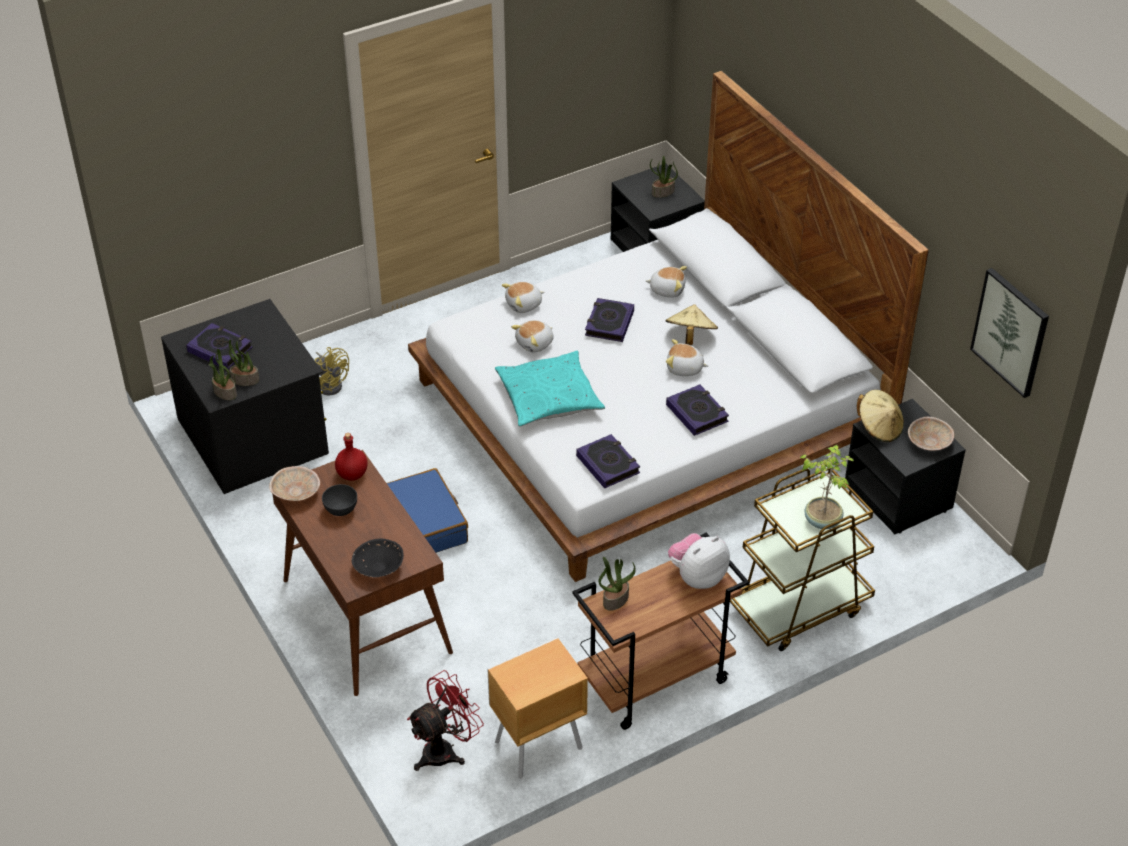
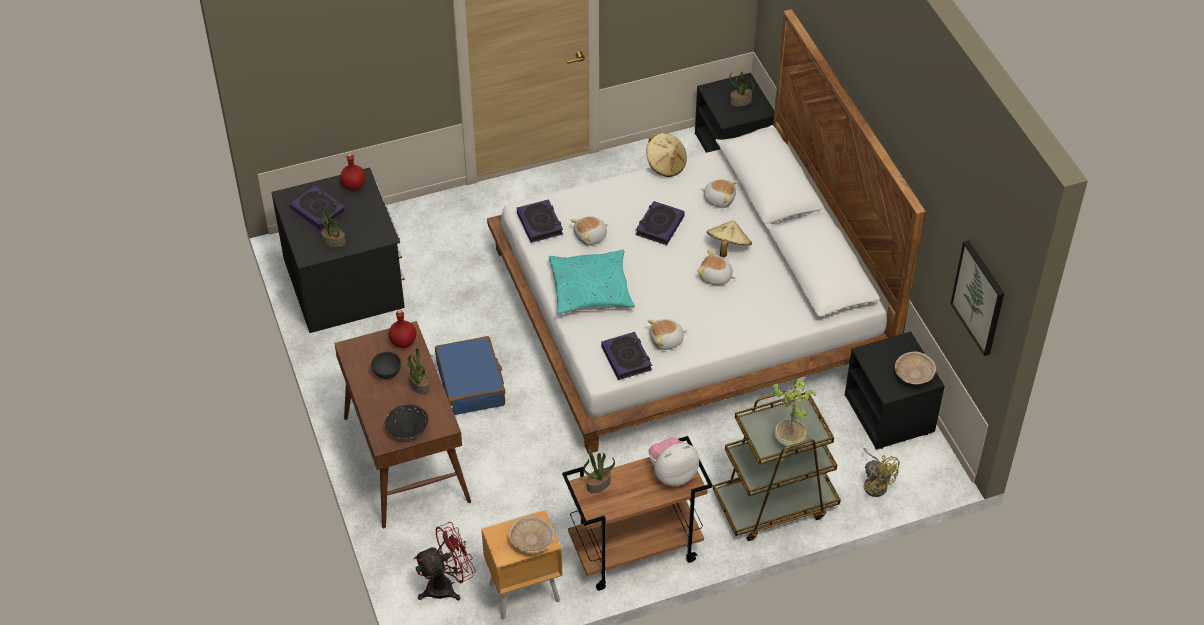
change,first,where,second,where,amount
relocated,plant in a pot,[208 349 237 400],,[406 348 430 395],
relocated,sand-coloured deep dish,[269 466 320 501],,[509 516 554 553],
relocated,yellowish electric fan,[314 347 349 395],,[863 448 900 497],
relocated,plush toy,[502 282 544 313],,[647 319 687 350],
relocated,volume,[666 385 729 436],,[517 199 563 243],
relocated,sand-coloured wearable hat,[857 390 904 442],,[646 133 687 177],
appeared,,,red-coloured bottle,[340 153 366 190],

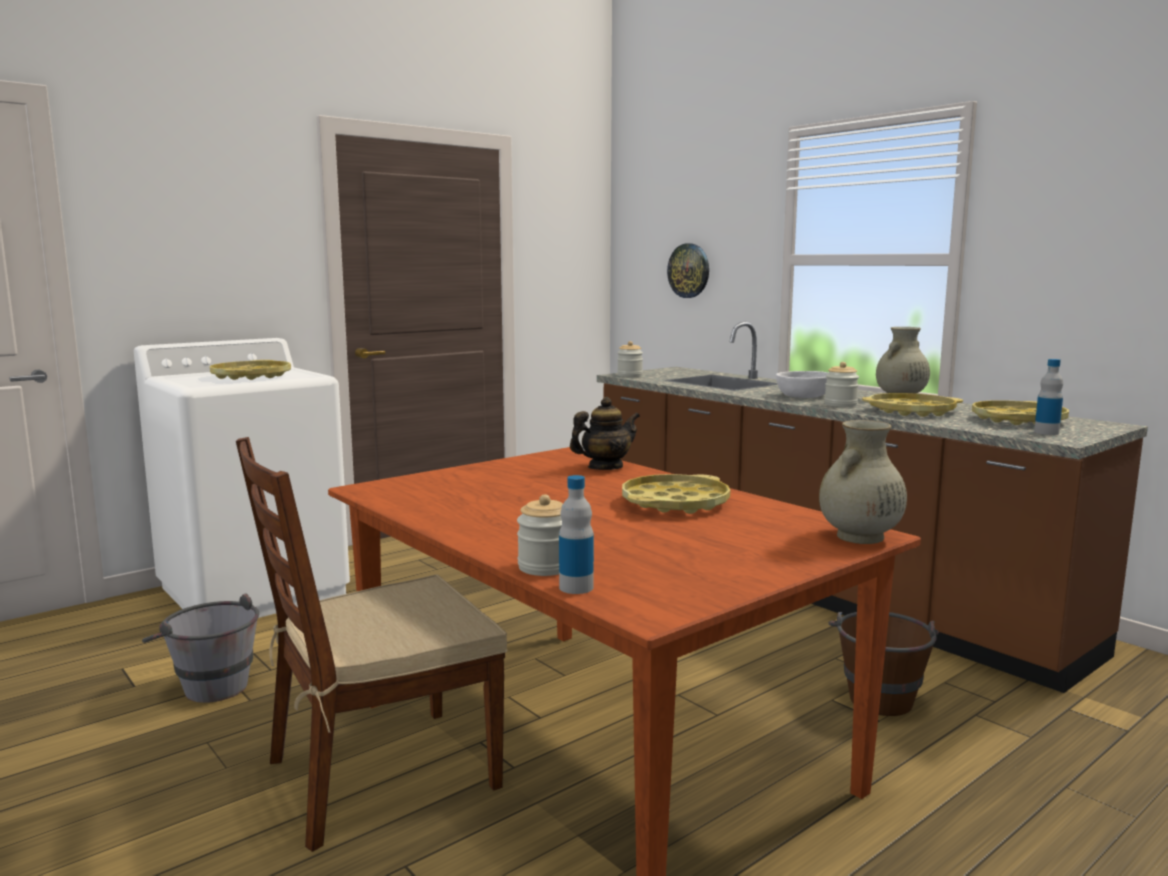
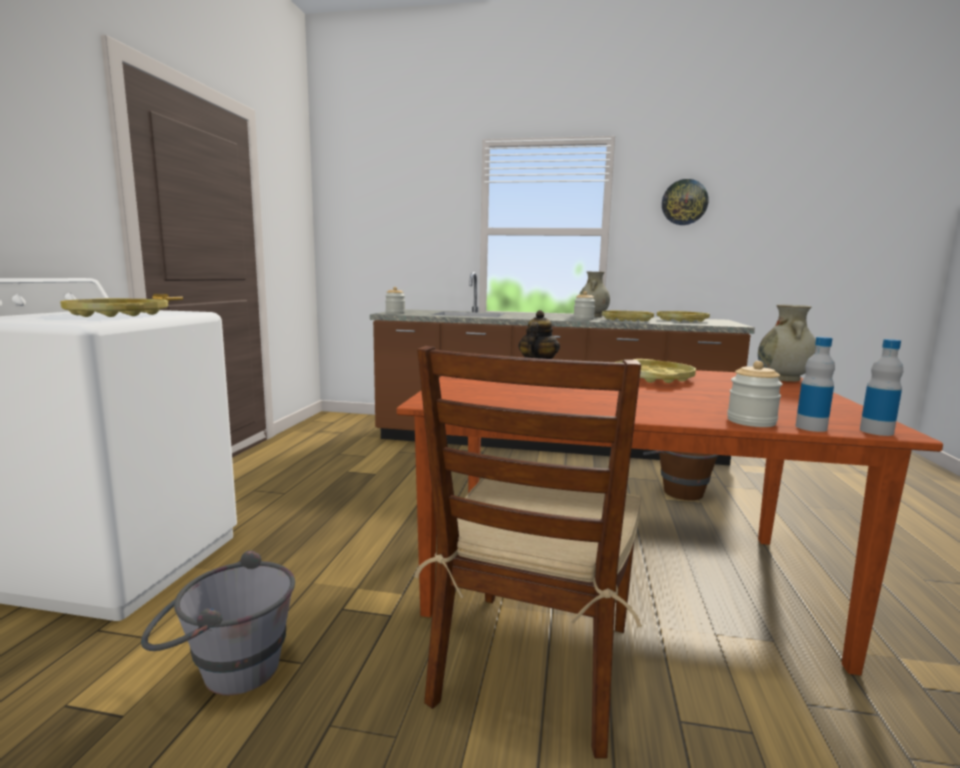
change,first,where,second,where,amount
relocated,hanging clock,[667 243 709 298],,[662 179 708 225],
missing,white-coloured deep dish,[776 371 828 398],,,
relocated,bottle,[1034 359 1063 435],,[860 339 903 436],

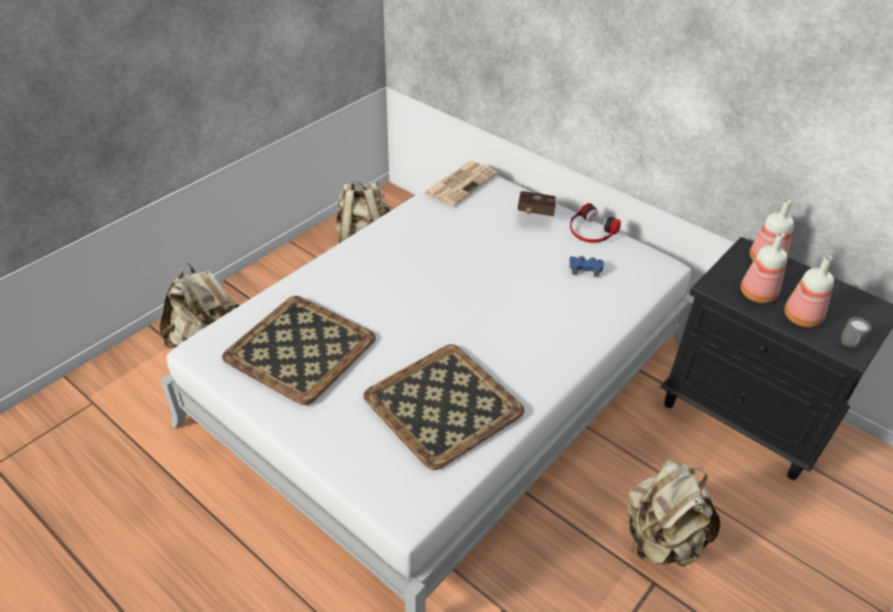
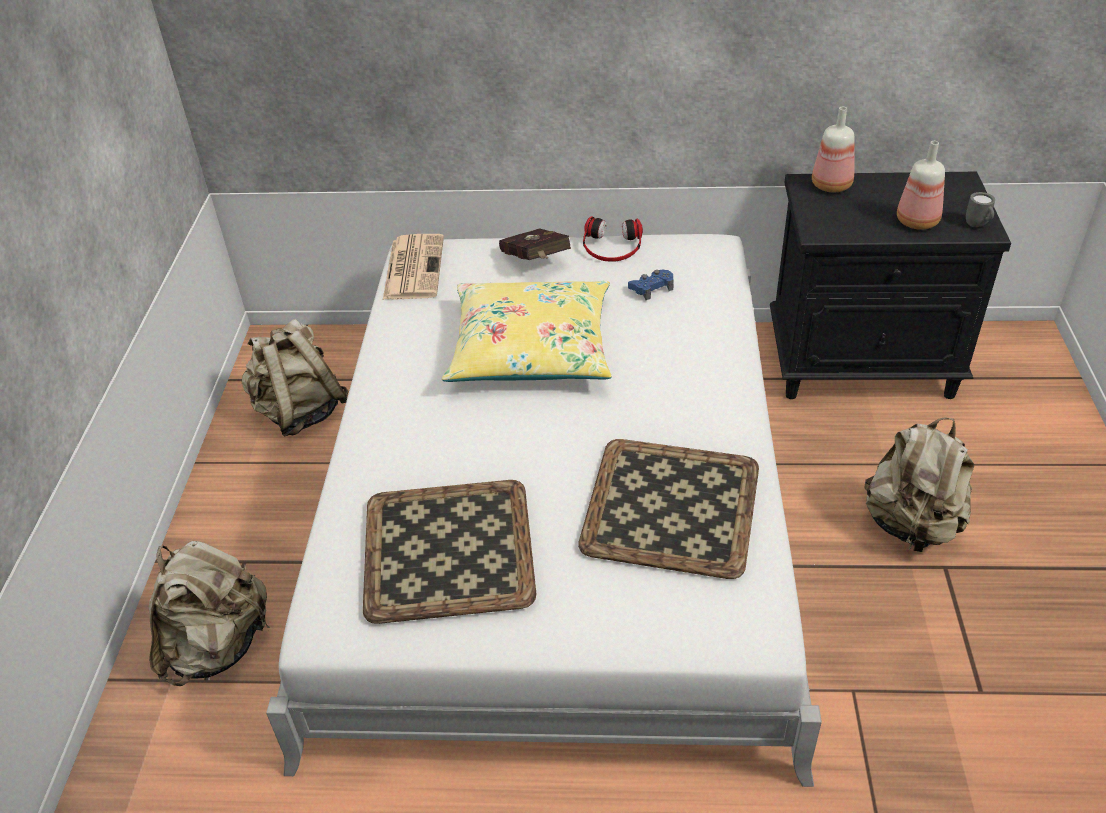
change,first,where,second,where,amount
missing,bottle,[741 232 787 303],,,
appeared,,,yellowish pillow,[442 281 612 382],

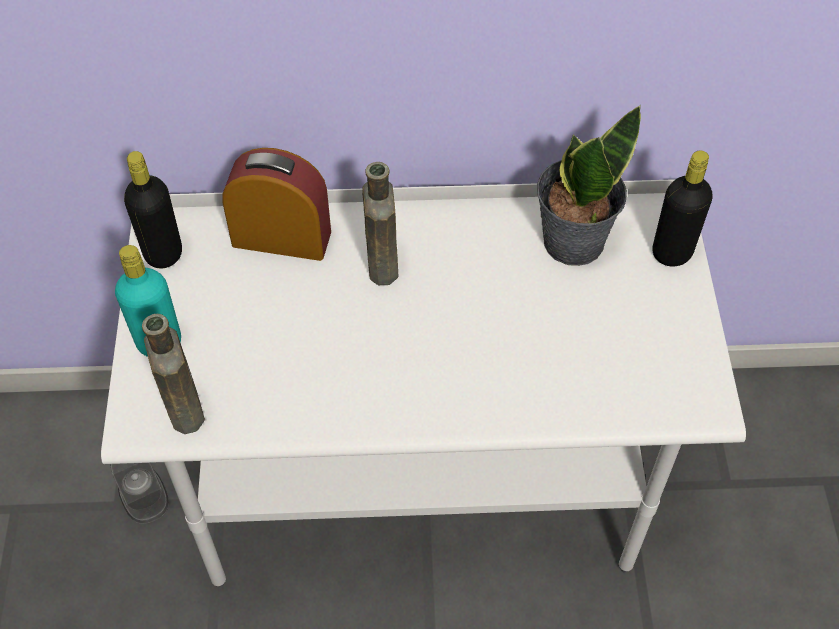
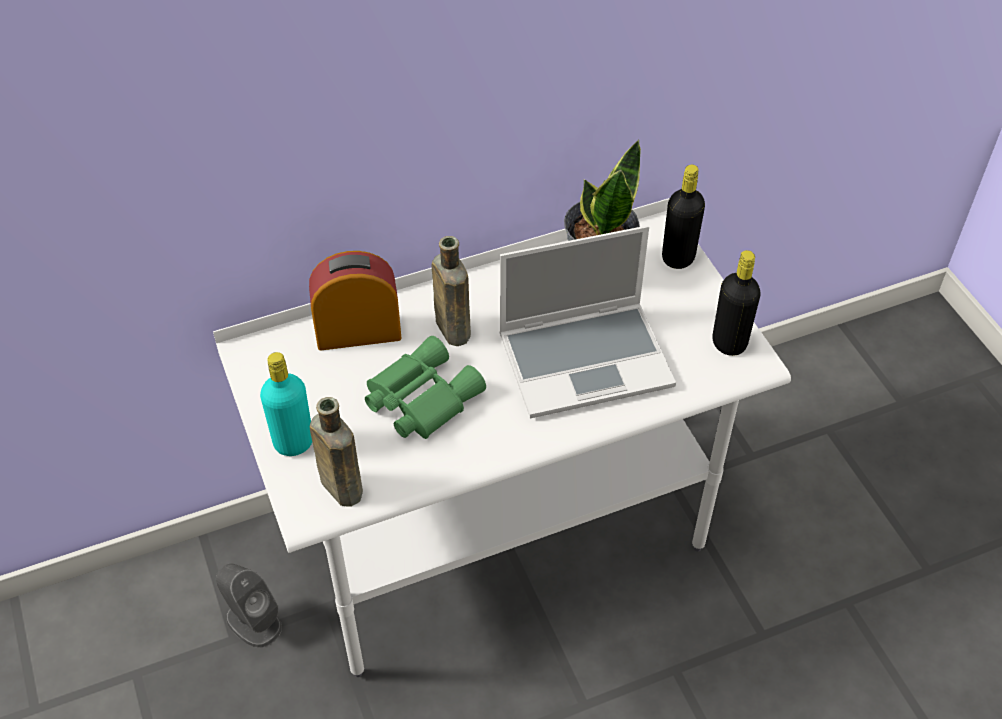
change,first,where,second,where,amount
relocated,black-coloured bottle,[124 151 182 269],,[713 250 761 356],
appeared,,,green-coloured field glasses,[365 336 486 439],
appeared,,,portable computer,[499 225 676 418],

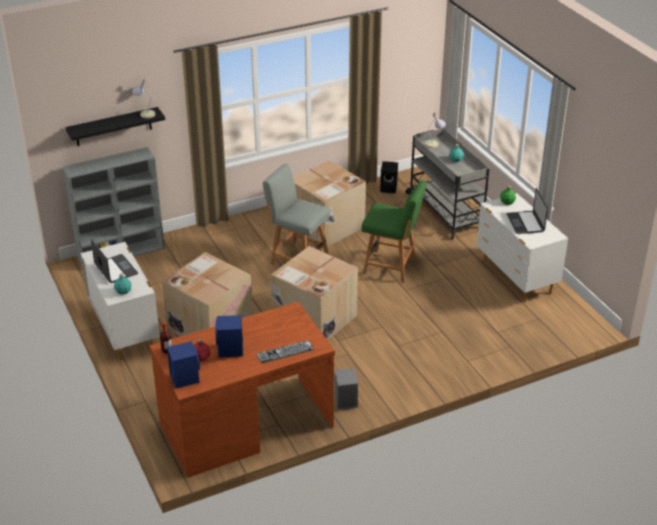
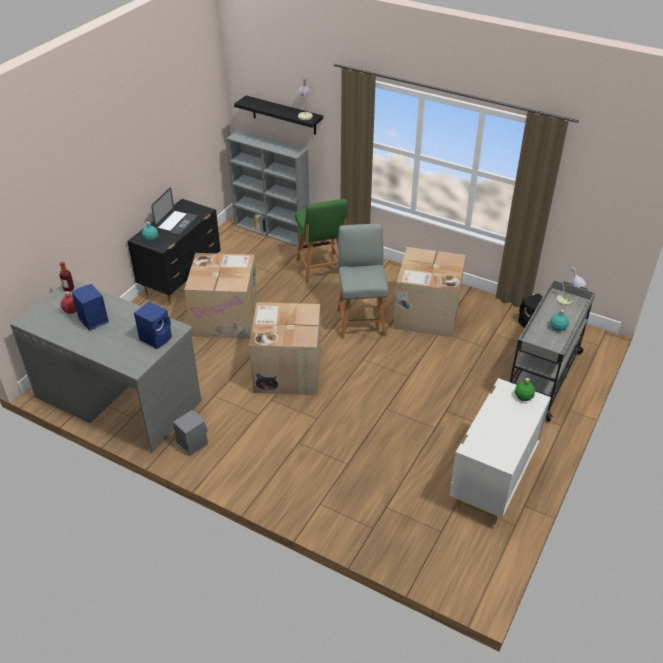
change,first,where,second,where,amount
colour,white-coloured dresser,[81 242 160 360],black-coloured dresser,[127 199 221 305],
colour,brown-coloured desk,[149 301 335 477],grey desk,[10 279 201 453],
relocated,bluish speaker,[167 341 200 388],,[134 301 172 349],
missing,PC keyboard,[257 340 314 363],,,
relocated,green-coloured upright chair,[361 180 427 283],,[295 199 348 283],
missing,portable computer,[507 188 548 234],,,

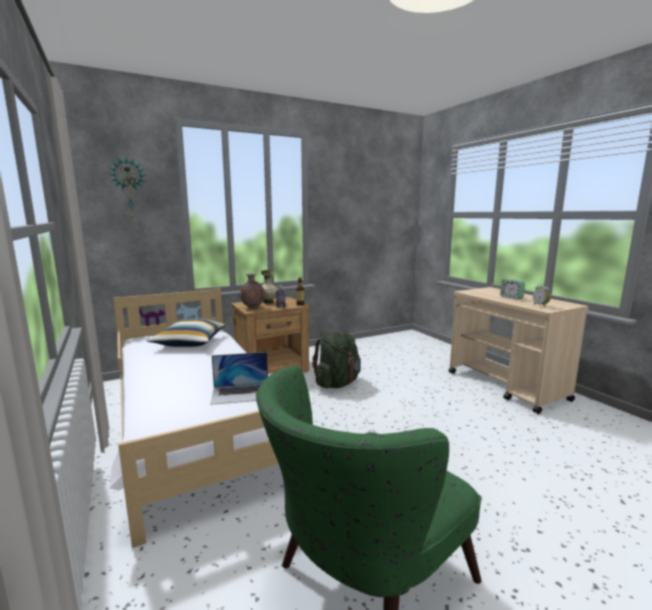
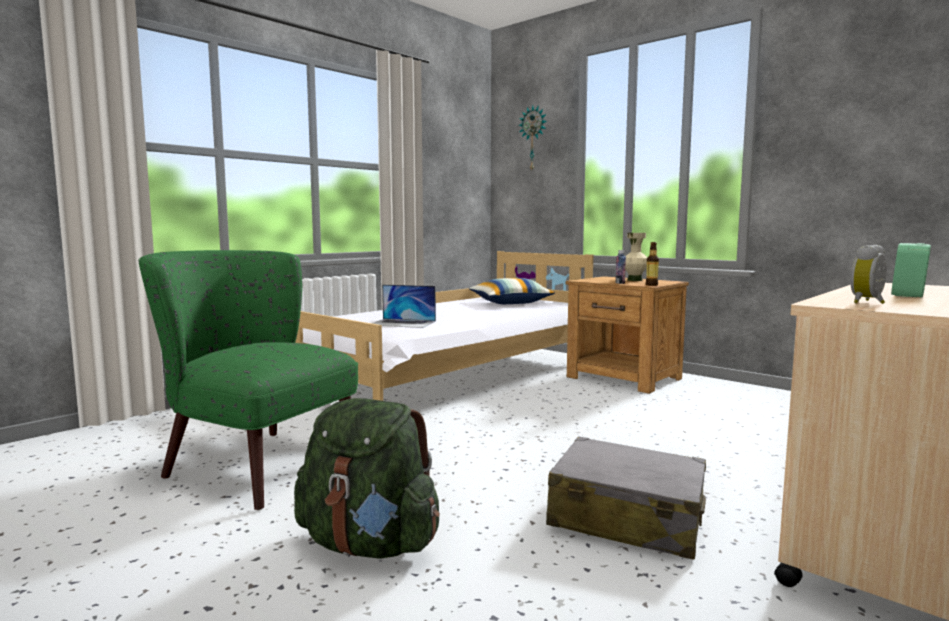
change,first,where,second,where,amount
spun,portable computer,[210 352 268 405],,[372 285 436 328],45 degrees counterclockwise
missing,brown-coloured vase,[238 274 267 309],,,
relocated,green-coloured knapsack,[312 332 361 388],,[294 398 440 559],
appeared,,,grey suitcase,[546 436 706 560],

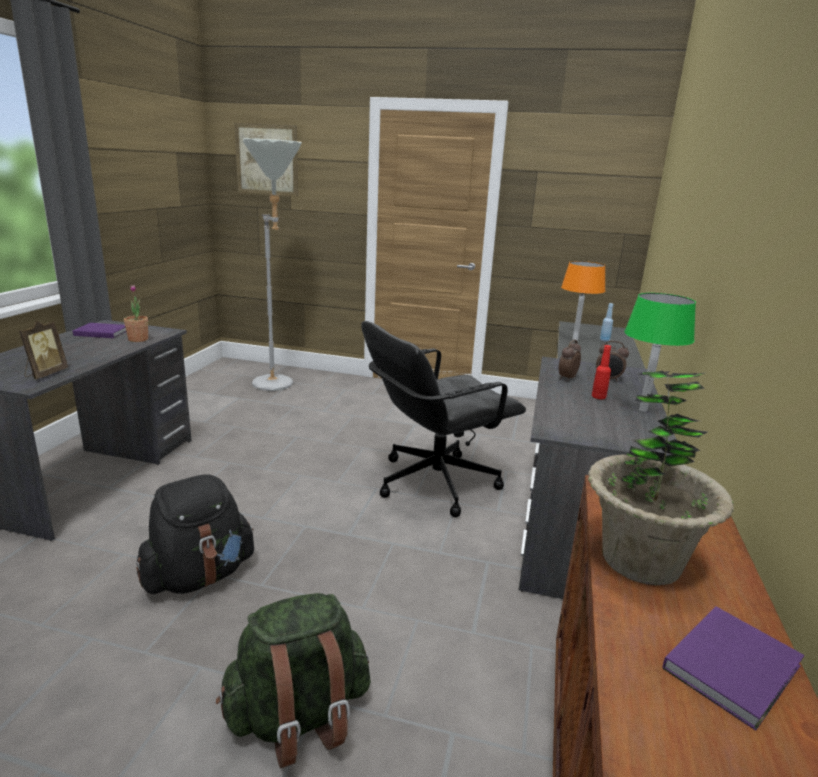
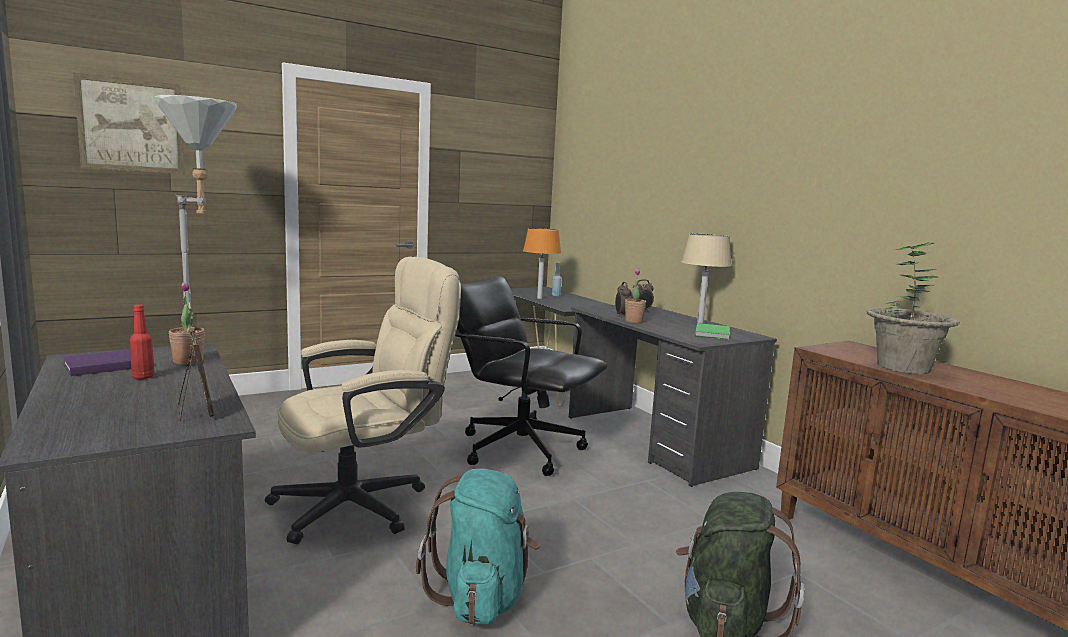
change,first,where,second,where,amount
colour,black-coloured knapsack,[136 474 254 594],blue-green knapsack,[416 469 540 625],
spun,black-coloured office chair,[361 321 526 517],,[455 276 607 476],105 degrees clockwise
relocated,red-coloured bottle,[592 345 611 399],,[130 304 155 379],
colour,green-coloured table lamp,[624 293 696 412],sand-coloured table lamp,[682 234 732 323],
missing,purple-coloured volume,[662 607 804 731],,,
appeared,,,sand-coloured office chair,[265 257 461 544],
appeared,,,plant in a pot,[625 269 646 323],
appeared,,,green-coloured volume,[695 323 730 340],

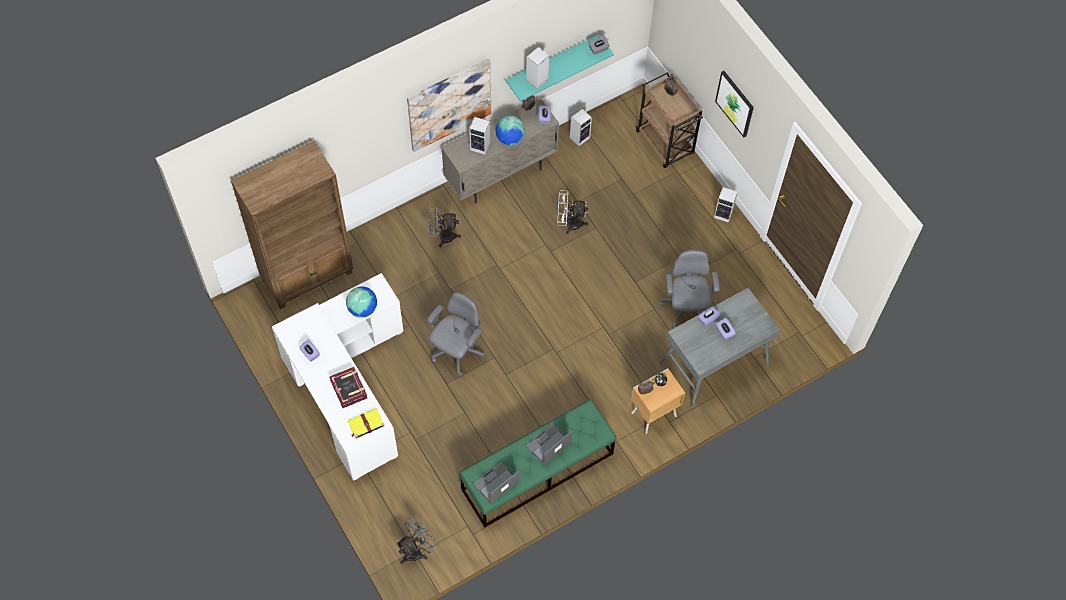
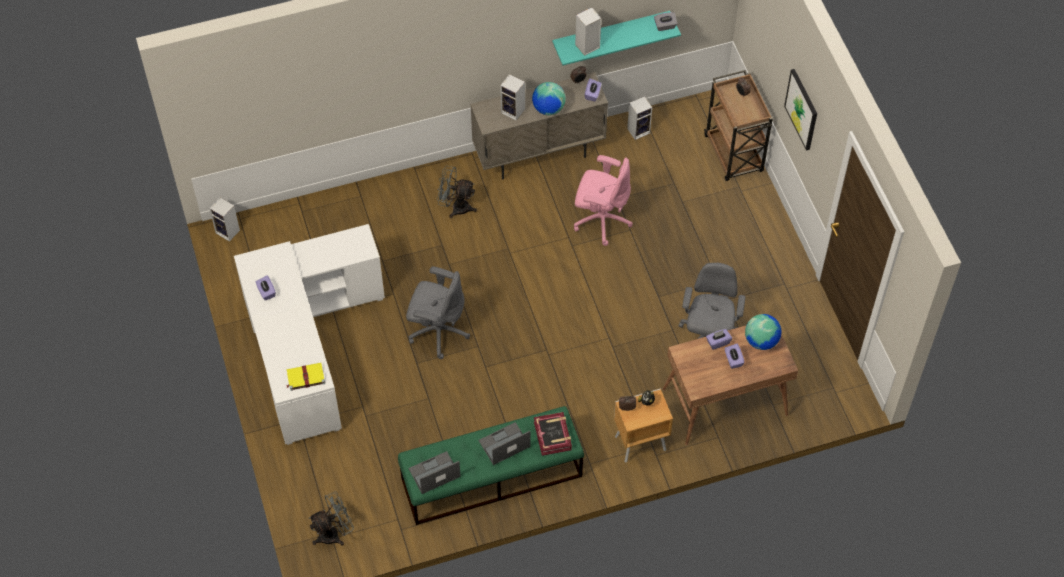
change,first,where,second,where,amount
missing,brown-coloured bookshelf,[231 141 353 309],,,
relocated,volume,[330 367 367 408],,[534 412 572 456],
relocated,world globe,[346 286 377 317],,[745 314 781 350],
missing,wall art,[407 58 491 152],,,
spun,grey office chair,[427 292 485 376],,[406 267 470 359],60 degrees clockwise
exchanged,white-coloured electric fan,[557 191 588 234],pinkish office chair,[574 155 633 246],
colour,grey desk,[660 288 780 408],brown-coloured desk,[663 326 798 445],
relocated,speaker,[714 187 738 223],,[209 197 240 242],

